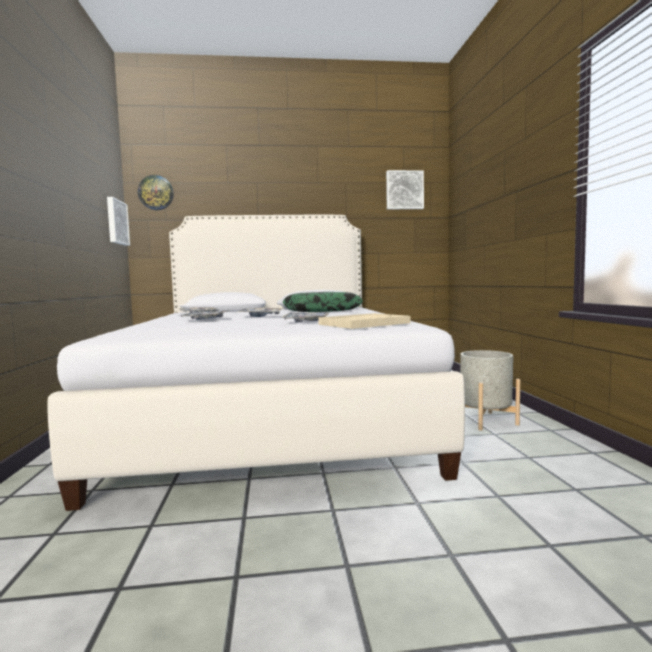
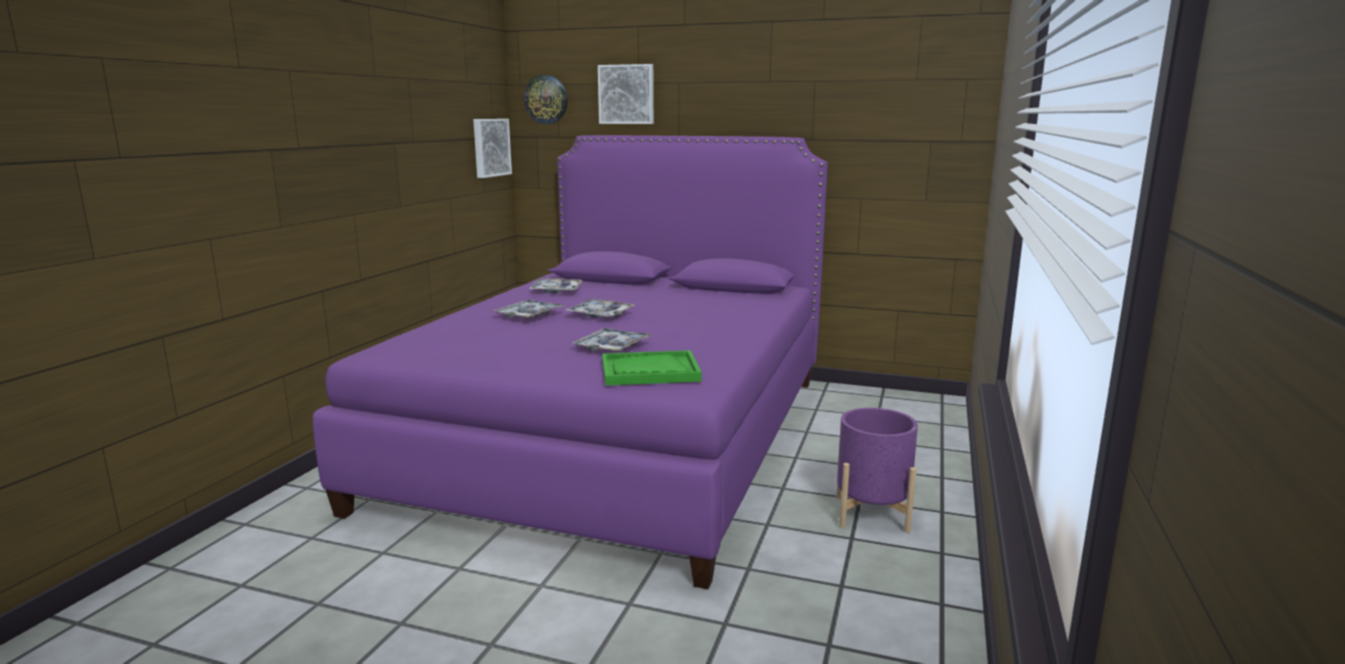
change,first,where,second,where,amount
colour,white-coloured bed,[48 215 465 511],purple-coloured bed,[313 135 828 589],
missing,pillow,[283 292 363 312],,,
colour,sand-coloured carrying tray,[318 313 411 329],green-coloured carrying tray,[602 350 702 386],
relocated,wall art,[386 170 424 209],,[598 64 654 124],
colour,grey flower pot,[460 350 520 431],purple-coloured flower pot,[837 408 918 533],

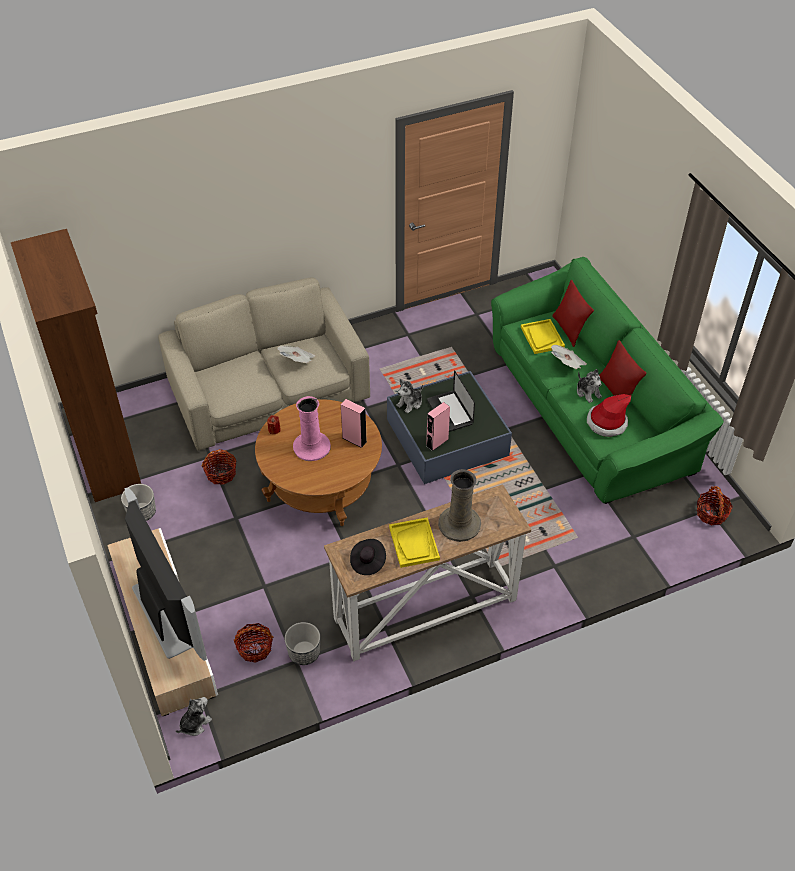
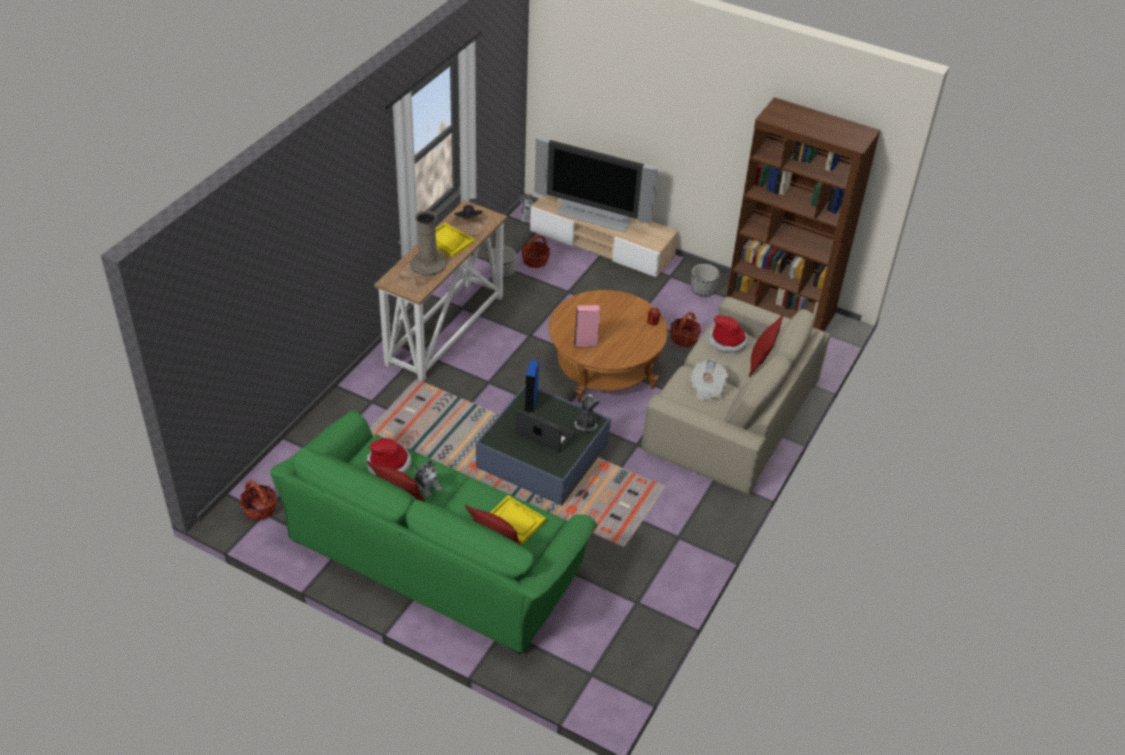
change,first,where,second,where,amount
missing,pinkish vase,[293 396 331 461],,,
colour,pinkish speaker,[426 402 450 451],bluish speaker,[525 360 539 413],
missing,newspaper,[551 345 587 369],,,
spun,plush toy,[577 369 602 403],,[414 460 442 498],150 degrees counterclockwise
appeared,,,wearable hat,[708 315 748 353],
appeared,,,red-coloured pillow,[749 314 783 377],

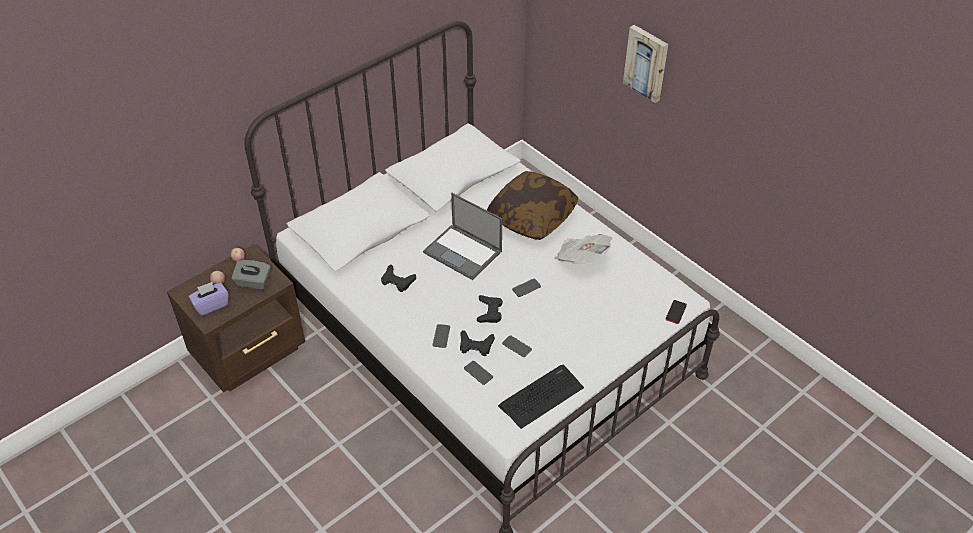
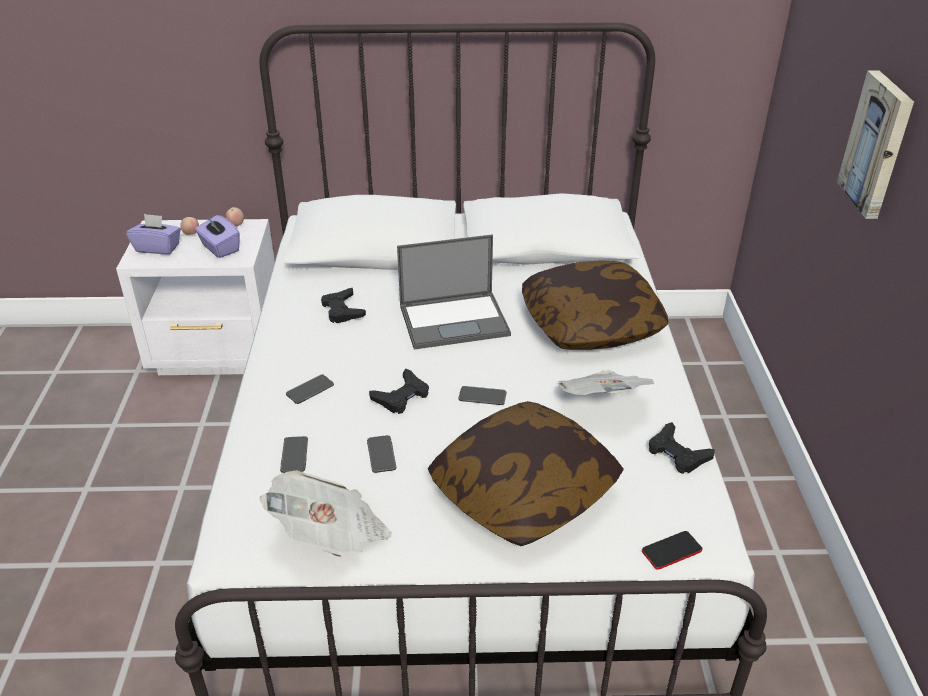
change,first,where,second,where,amount
colour,brown-coloured night table,[167 244 305 392],white-coloured night table,[116 219 275 375],
colour,grey box of tissues,[232 260 271 289],purple-coloured box of tissues,[195 215 240 258],
spun,portable computer,[423 193 502 280],,[397 234 511 350],90 degrees counterclockwise
relocated,black-coloured gamepad,[460 330 495 356],,[649 422 715 474],
exchanged,PC keyboard,[498 364 584 429],newspaper,[260 470 392 557],
appeared,,,pillow,[428 401 624 546],

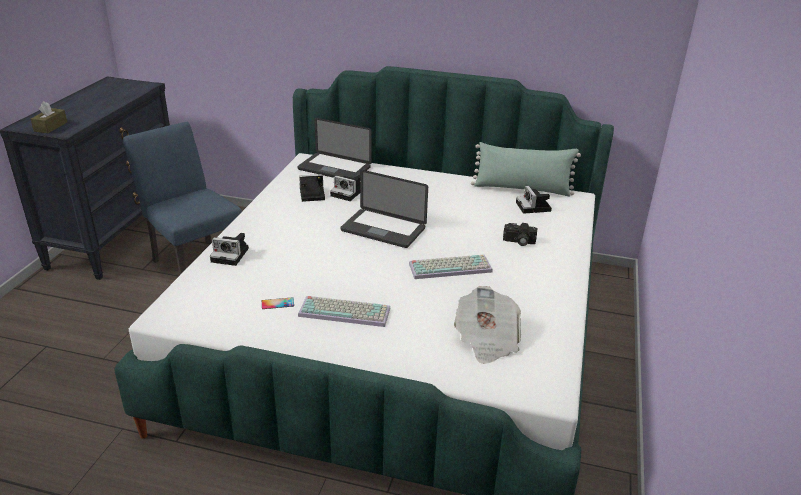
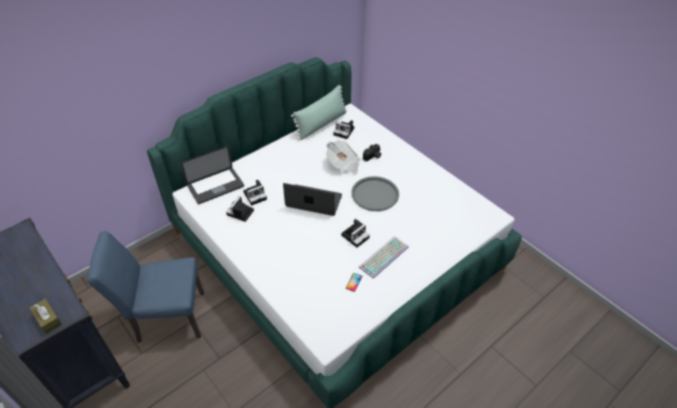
change,first,where,second,where,amount
relocated,still camera,[210 233 249 266],,[341 219 370 247],
spun,portable computer,[340 170 428 248],,[283 183 342 216],135 degrees counterclockwise
exchanged,PC keyboard,[409 255 493 279],grey carrying tray,[351 176 399 211],
relocated,newspaper,[454 286 521 364],,[326 141 360 174],

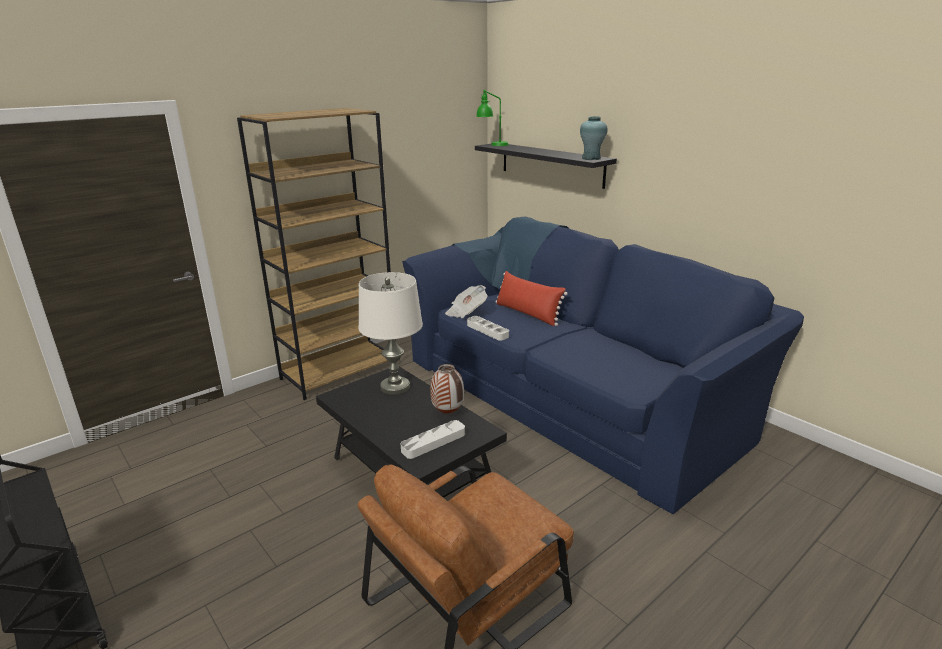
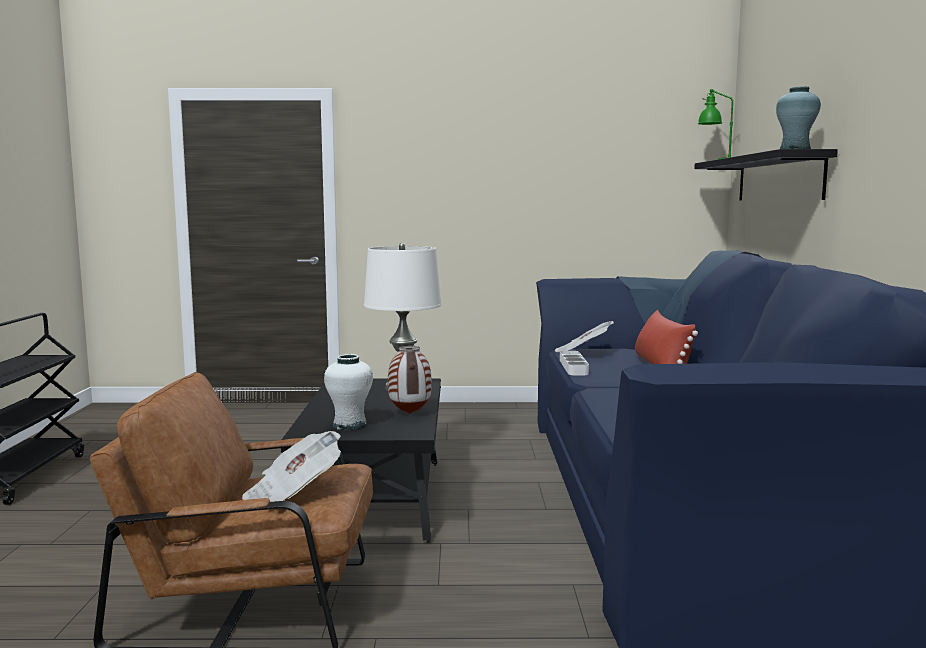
change,first,where,second,where,amount
missing,brown-coloured bookshelf,[237 108 396 400],,,
exchanged,white-coloured carrying tray,[401 420 465 459],white-coloured vase,[324 354 373 430],
appeared,,,newspaper,[242 431 341 502],

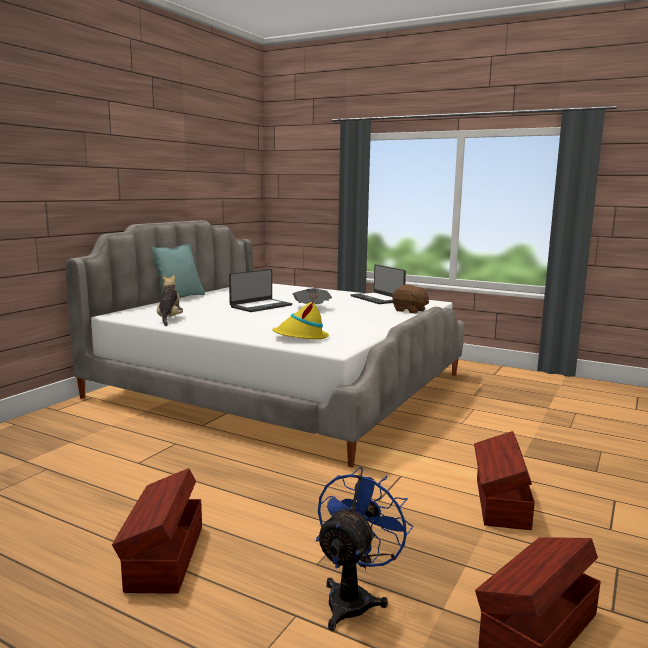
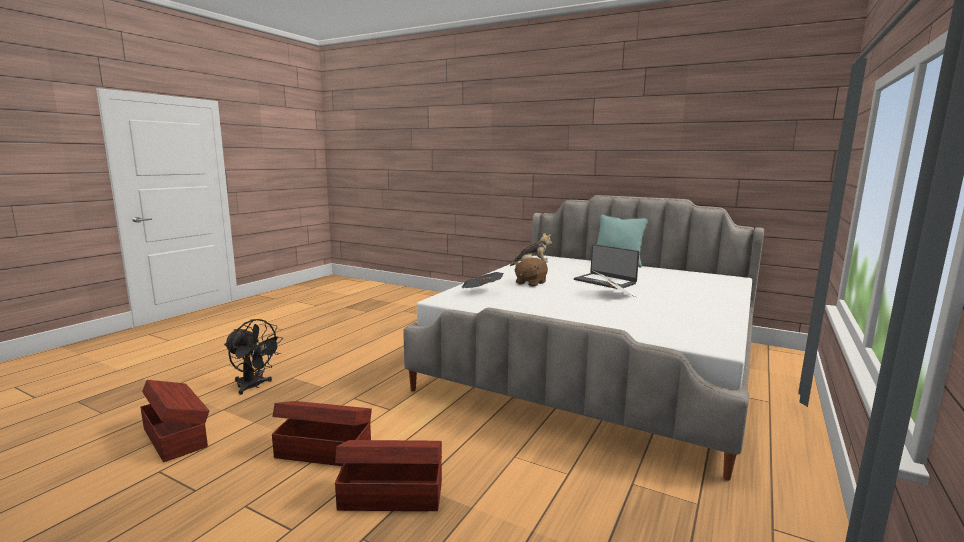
change,first,where,second,where,amount
relocated,brown-coloured storage box,[112 468 202 593],,[335 440 442 511],
exchanged,yellowish wearable hat,[272 301 329 339],newspaper,[462 272 504 288],
colour,bluish electric fan,[316 467 413 631],black-coloured electric fan,[224 319 283 395],
missing,portable computer,[351 264 406 304],,,
relocated,brown-coloured plush toy,[392 285 429 314],,[514 258 548 287],

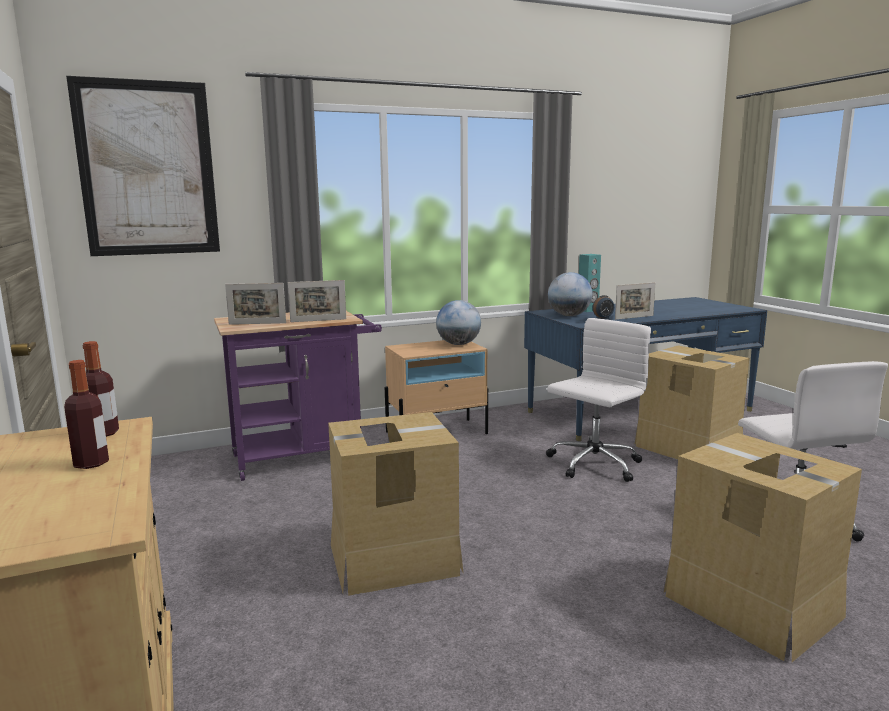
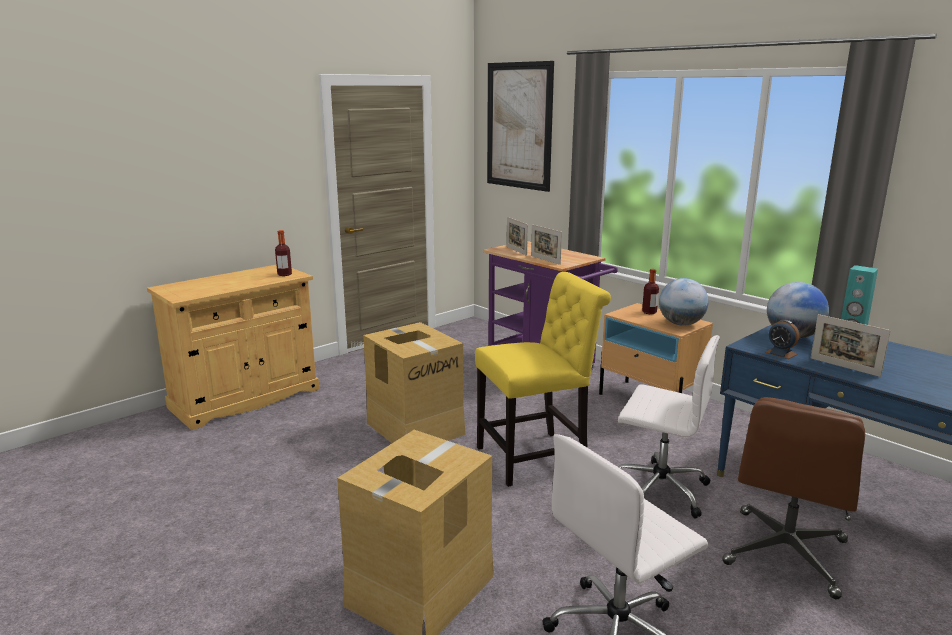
change,first,where,second,where,amount
relocated,bottle,[64 360 109 469],,[642 269 659 314],
exchanged,carton,[634 346 749 460],brown-coloured office chair,[722 397 865 599],
appeared,,,yellowish upright chair,[475 272 611 487],

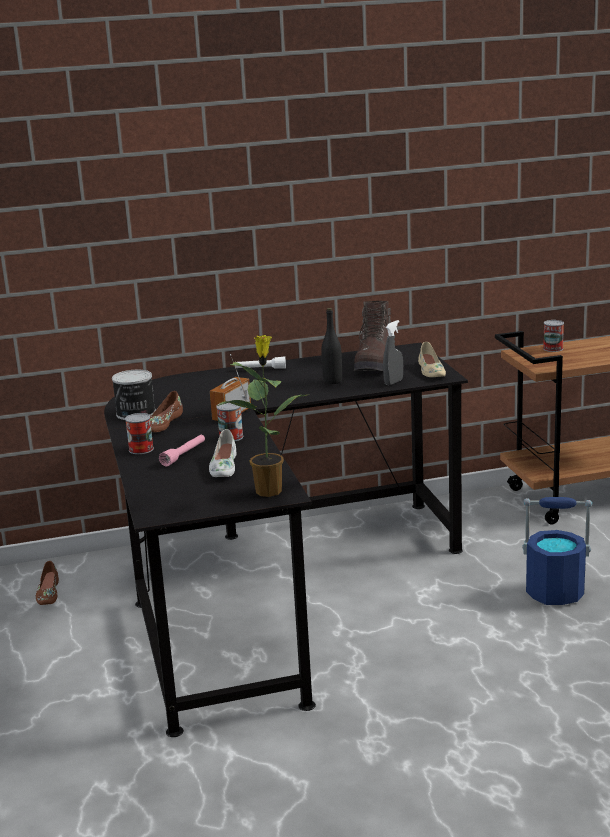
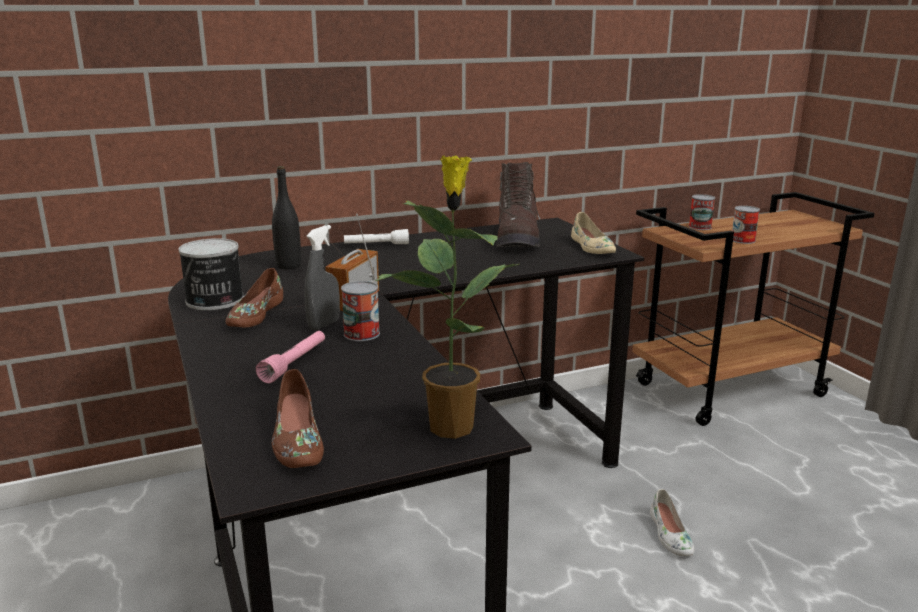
change,first,where,second,where,amount
relocated,brown-coloured shoe,[36 561 59 605],,[272 369 324 468],
relocated,can,[125 413 154 454],,[732 206 760 244],
relocated,white-coloured shoe,[209 429 236 477],,[650 489 694 556],
relocated,black-coloured bottle,[321 308 342 384],,[272 166 301 269],
relocated,grey hand sprayer,[383 320 403 385],,[304 225 340 330],
missing,bluish pail,[522 497 592 605],,,

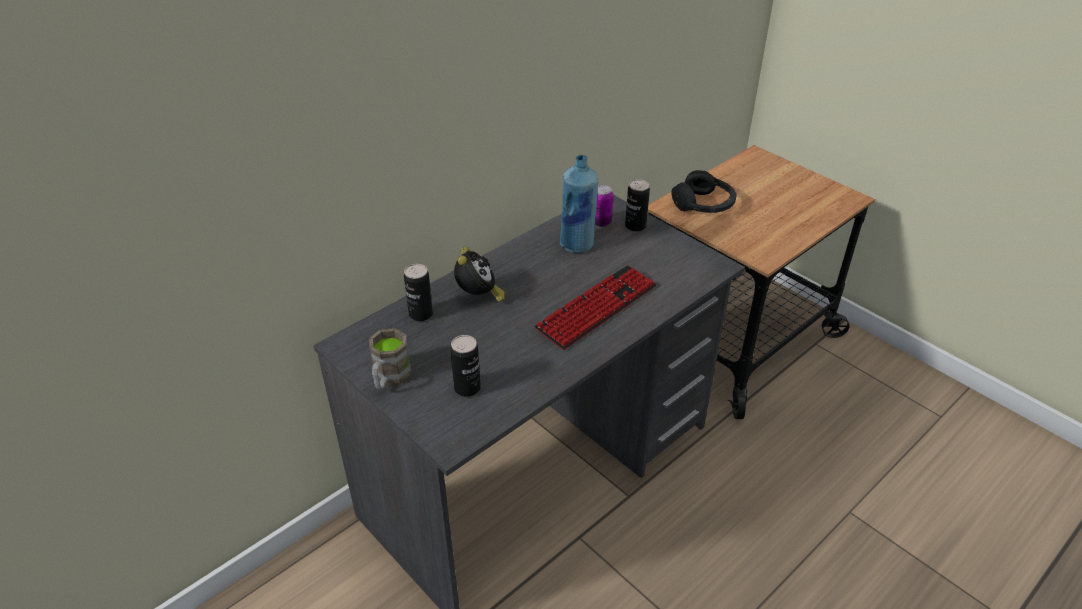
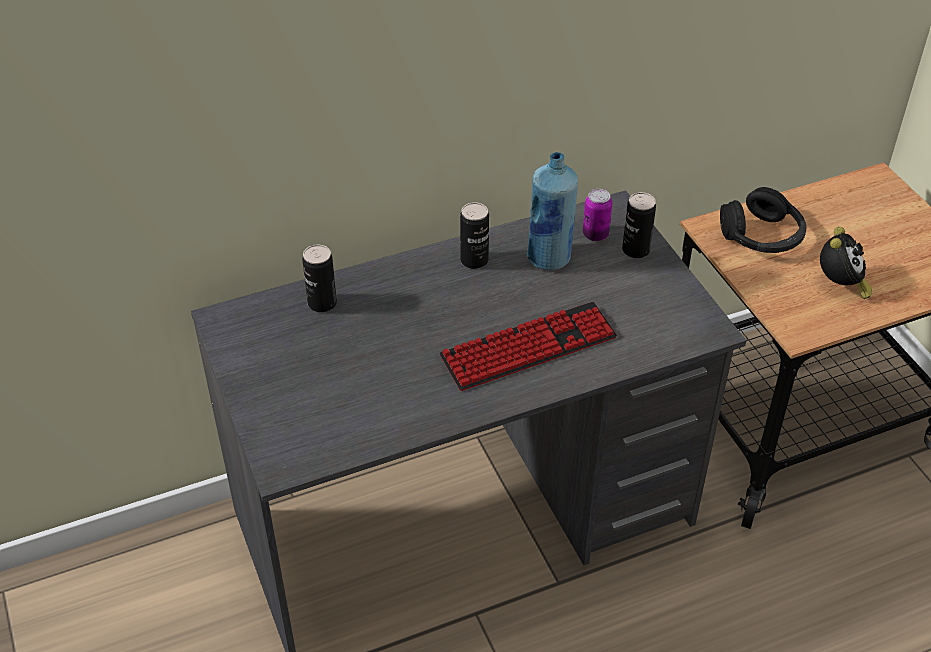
change,first,where,second,where,amount
missing,brown-coloured mug,[369 328 411 390],,,
relocated,can,[450 335 481 397],,[460 202 489 269],
relocated,bedside clock,[454 247 505 302],,[820 227 872 299],

